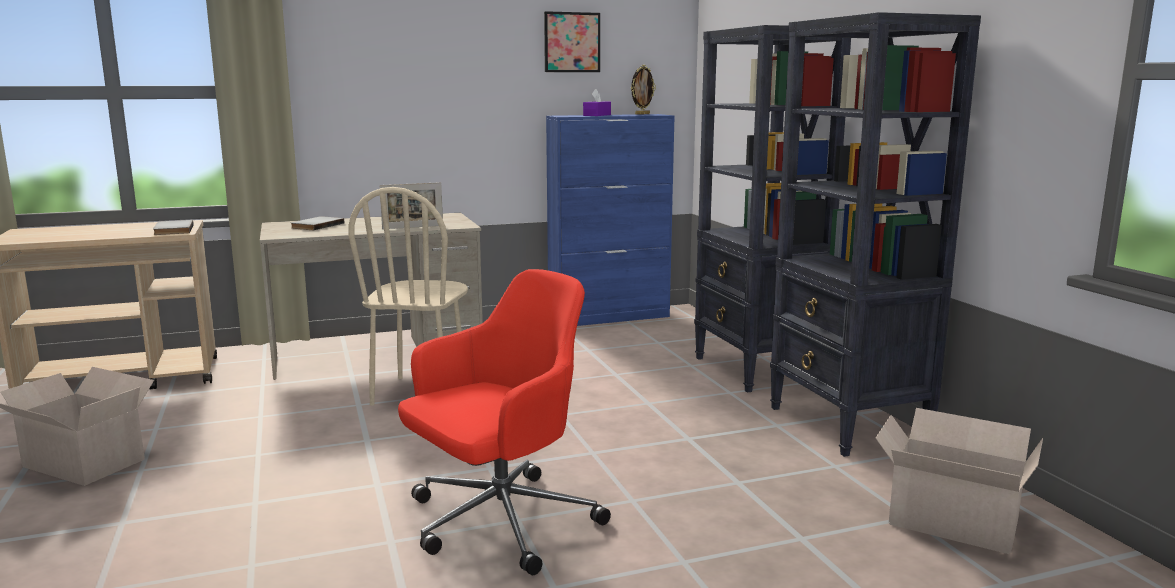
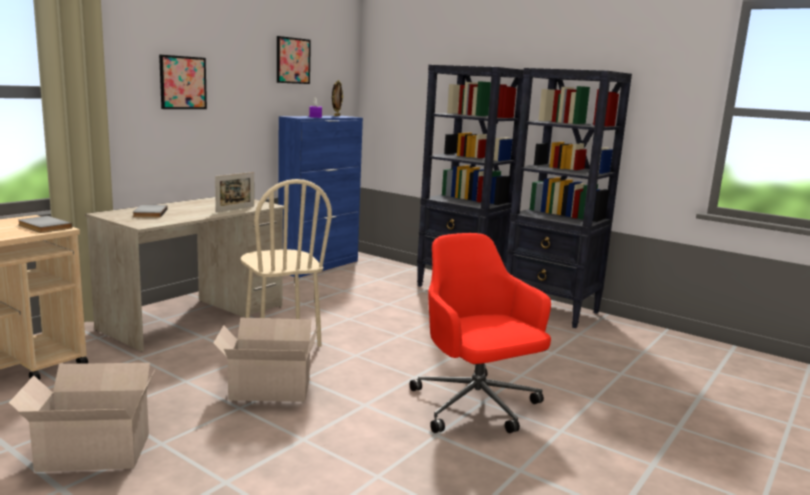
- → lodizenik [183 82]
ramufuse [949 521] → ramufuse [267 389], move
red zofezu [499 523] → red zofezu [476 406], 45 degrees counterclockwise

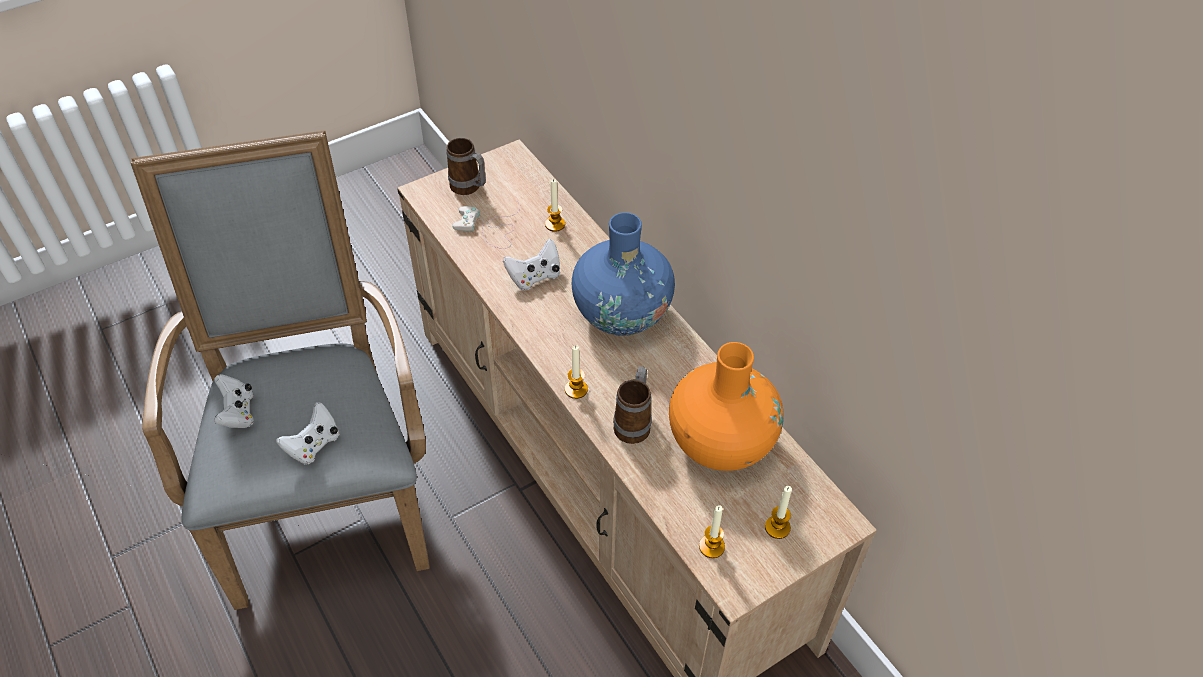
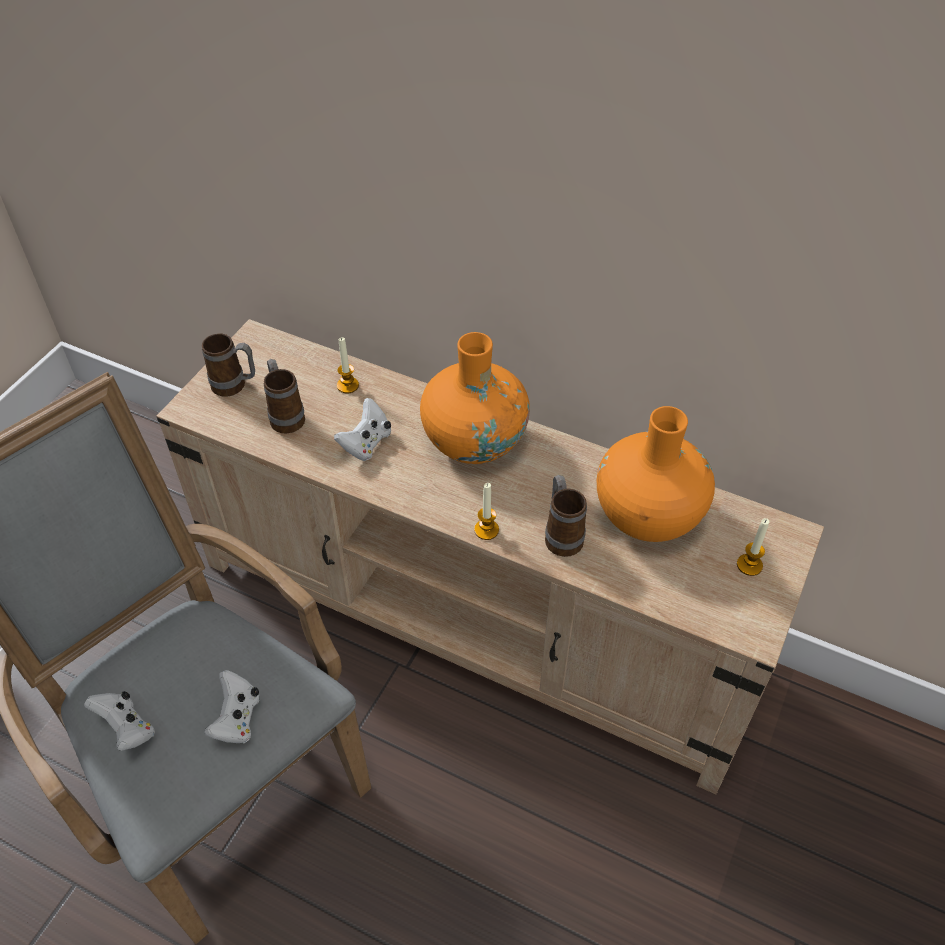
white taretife [490 228] → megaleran [285 416]
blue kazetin [622 313] → orange kazetin [474 441]
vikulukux [711 546] → -

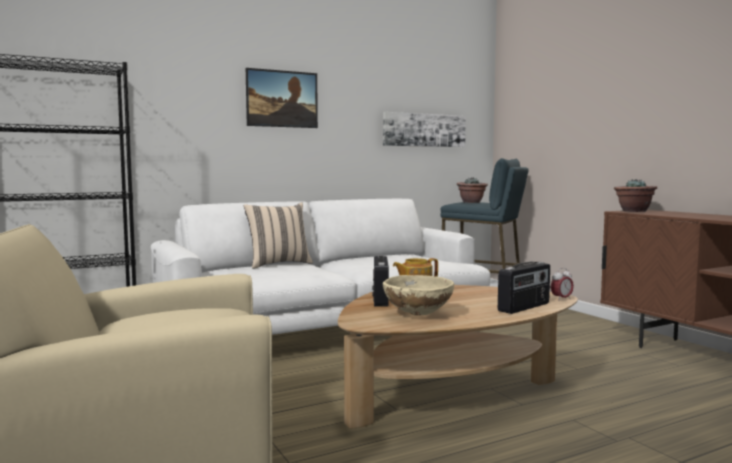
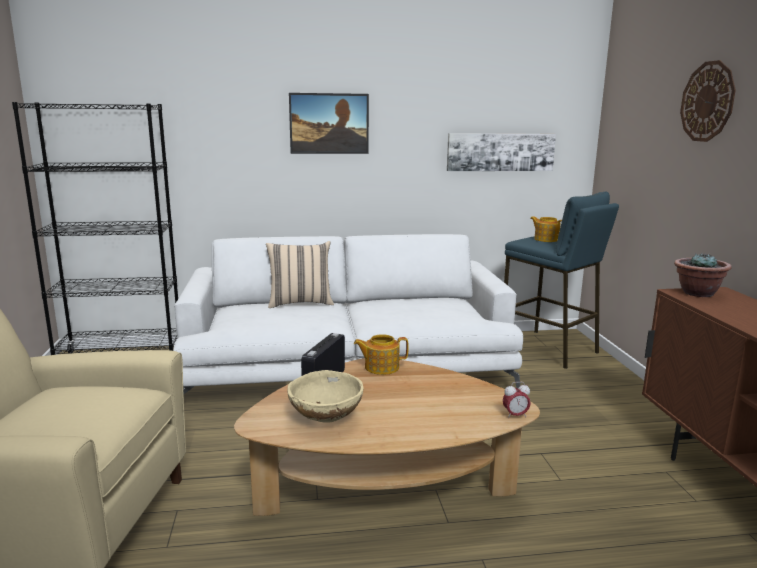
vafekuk [472 202] → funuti [546 239]
- → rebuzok [707 101]
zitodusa [524 307] → -

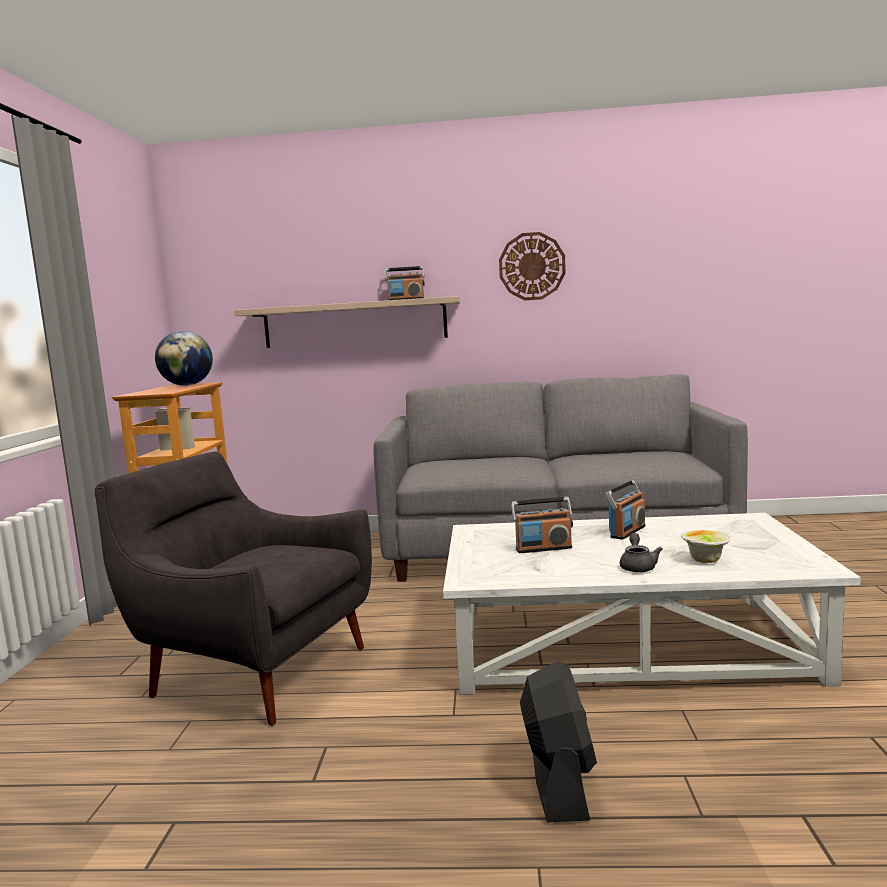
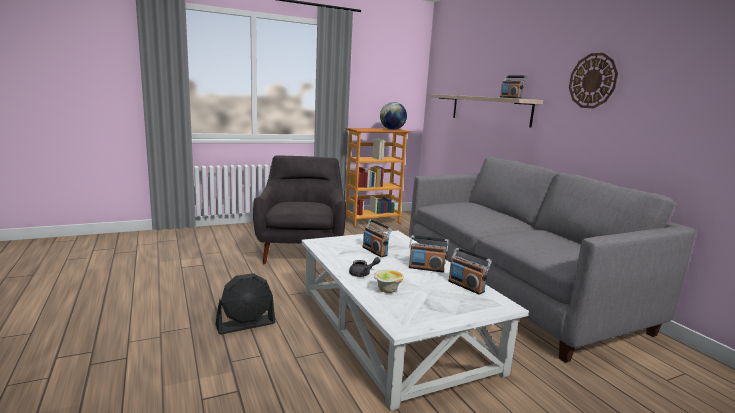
- → zitodusa [466 286]

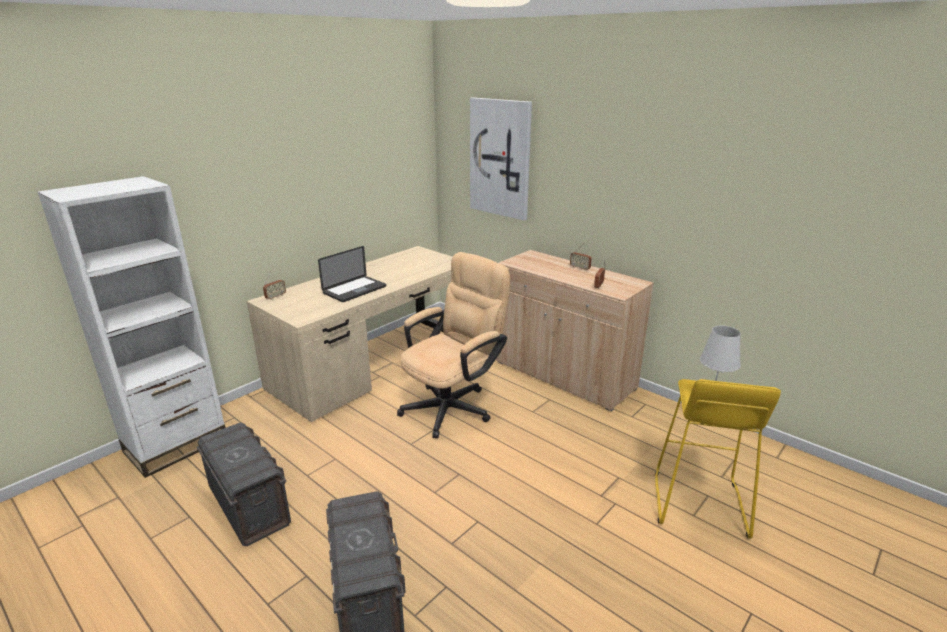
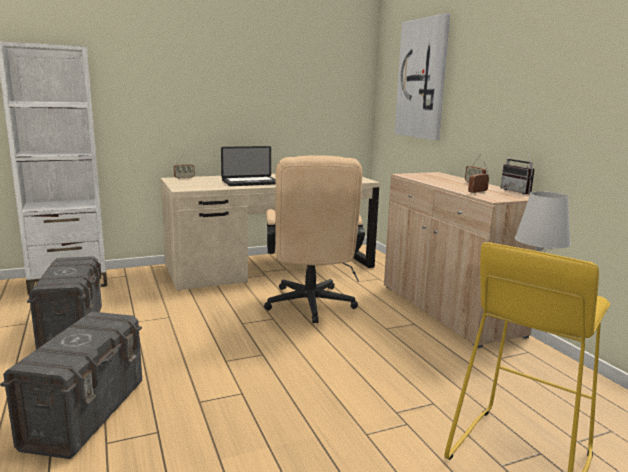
beige zofezu [454 405] → beige zofezu [310 307], 105 degrees clockwise
- → zitodusa [518 191]

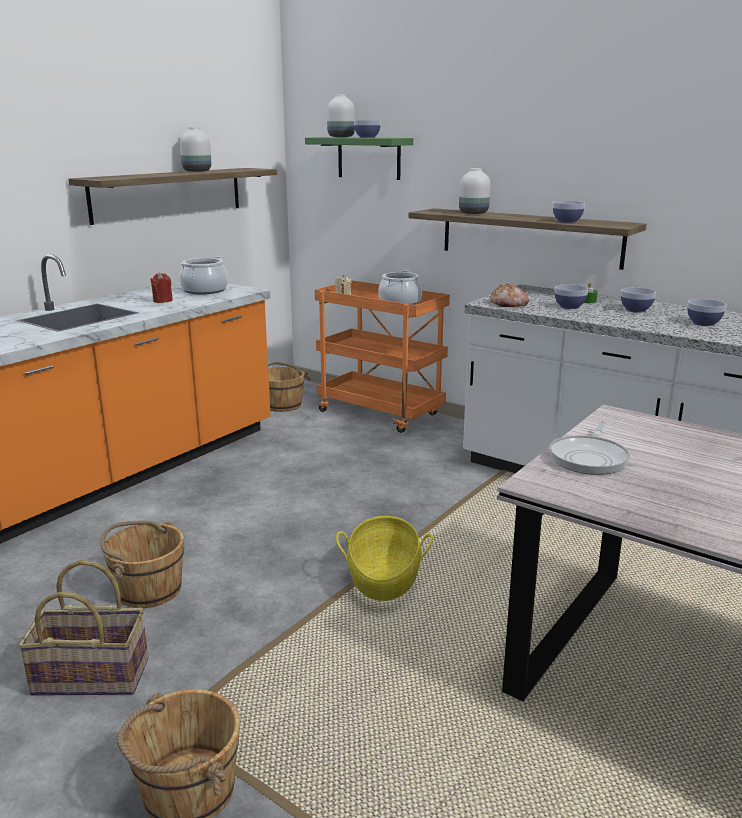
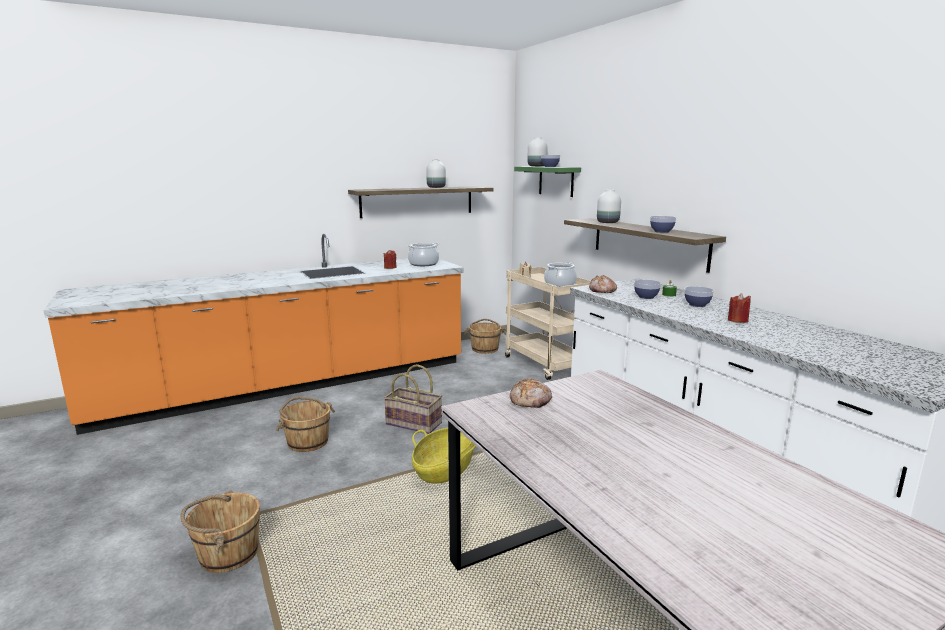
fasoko [92 675] → fasoko [414 423], move
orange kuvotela [382 413] → beige kuvotela [546 365]
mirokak [589 458] → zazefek [531 401]
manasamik [703 323] → red vikulukux [737 320]

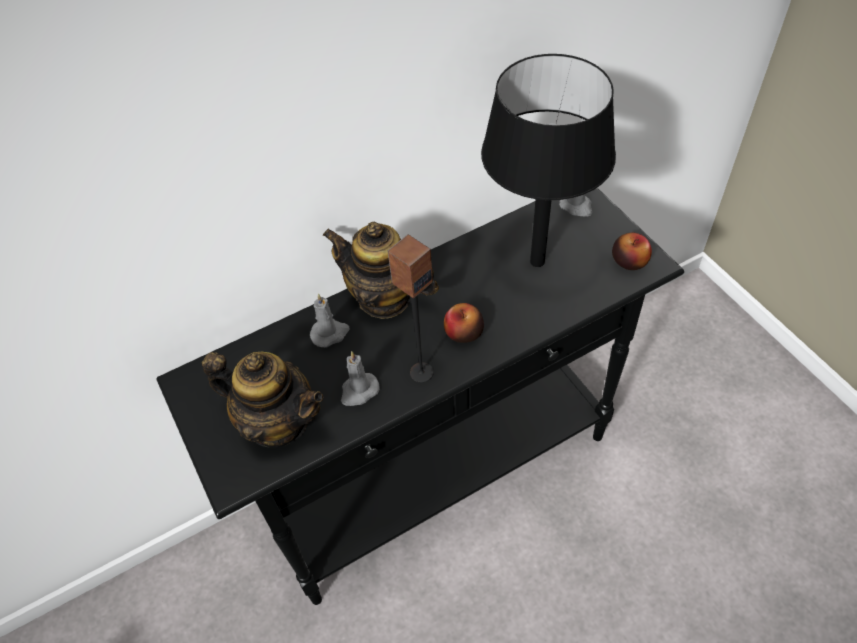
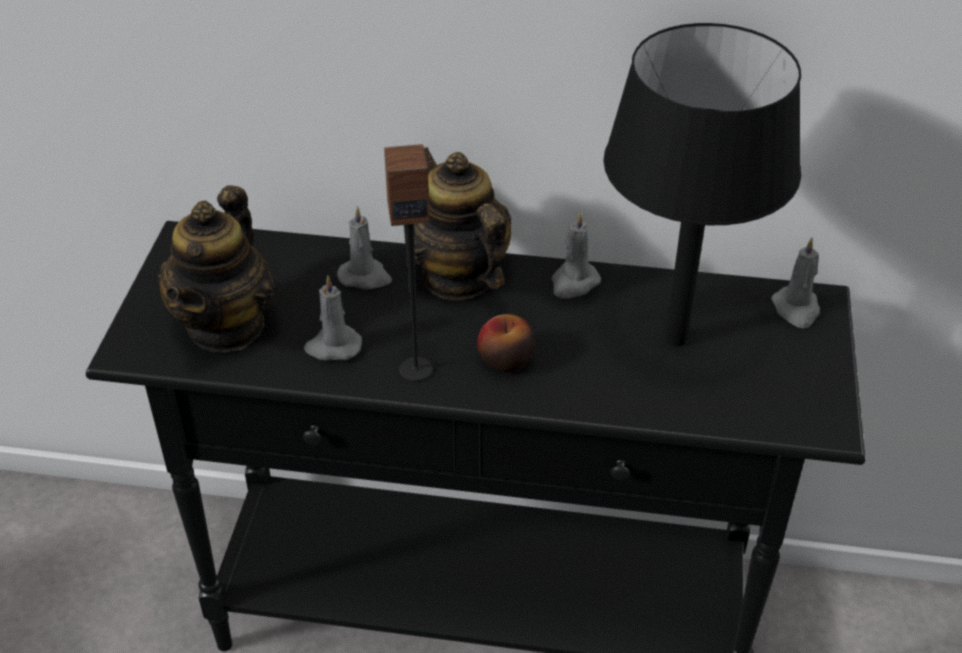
funuti [278 422] → funuti [226 326], 45 degrees clockwise
- → grey vikulukux [573 283]
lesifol [629 261] → -

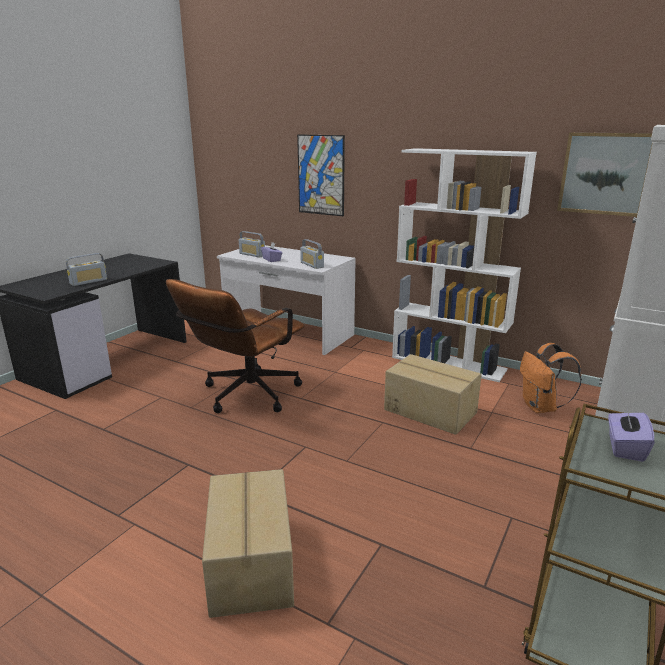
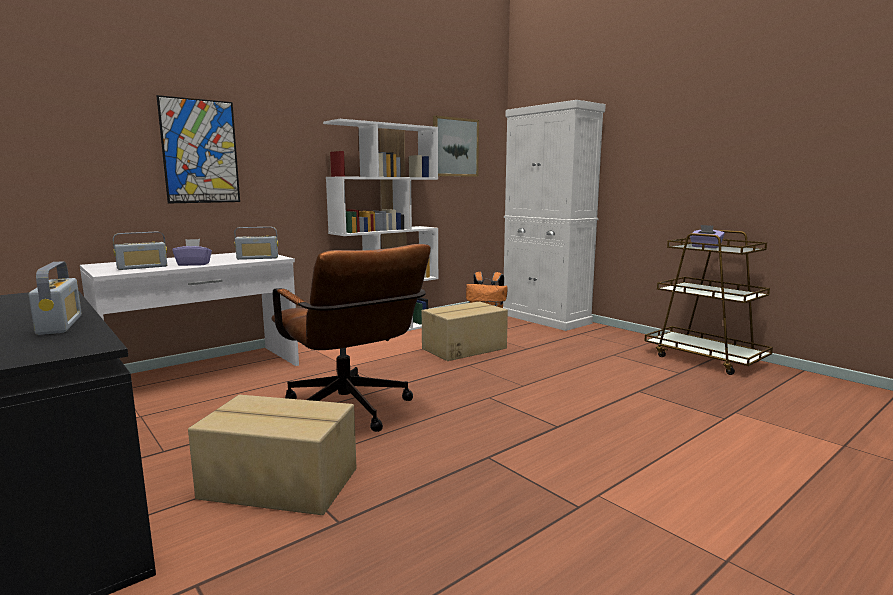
ramufuse [249 563] → ramufuse [279 484], move

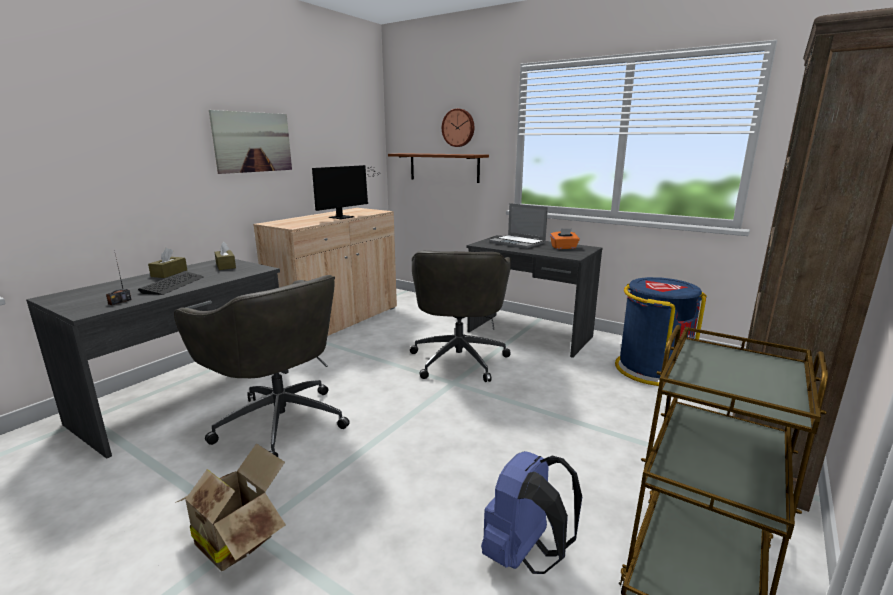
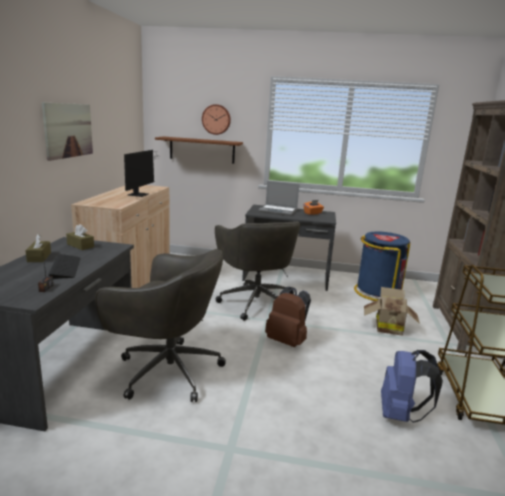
- → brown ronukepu [287 341]
ramufuse [238 537] → ramufuse [387 327], move

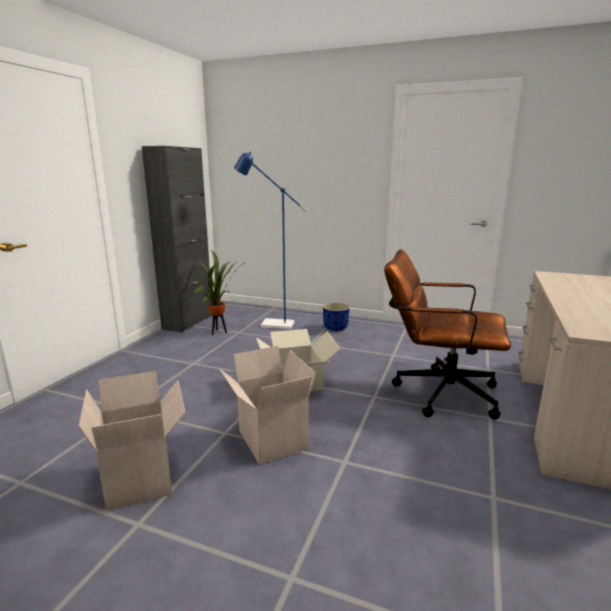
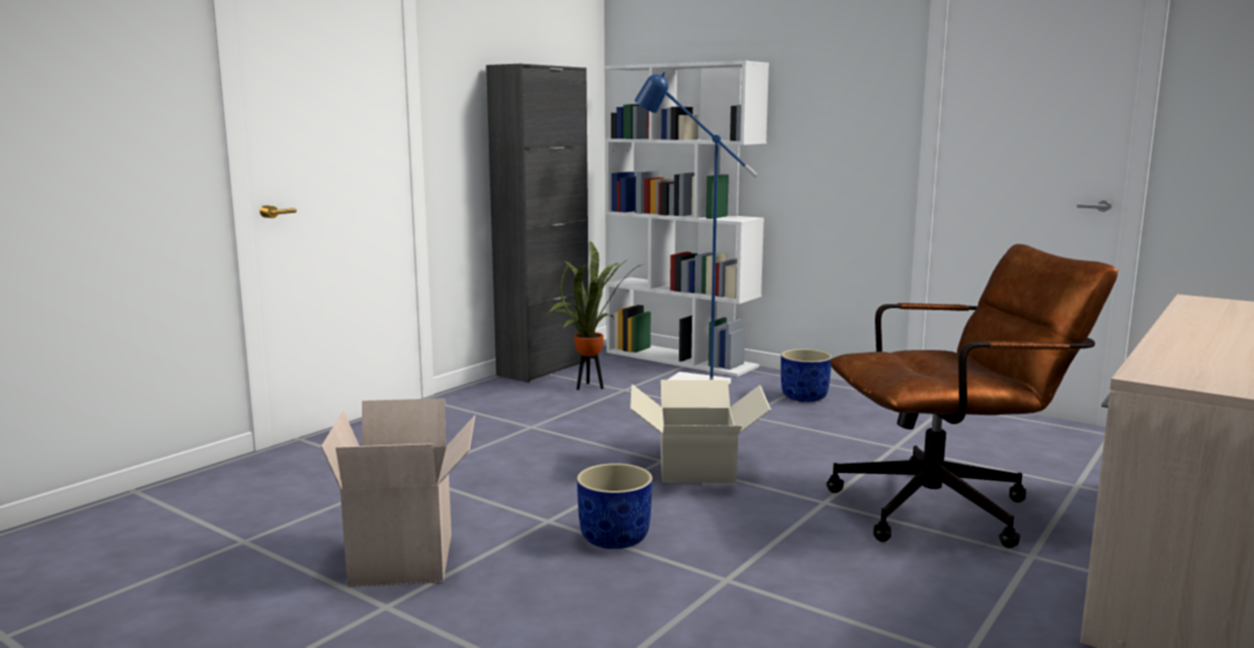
ramufuse [270 440] → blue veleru [615 538]
- → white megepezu [681 359]
brown zofezu [437 392] → brown zofezu [949 508], 135 degrees clockwise

